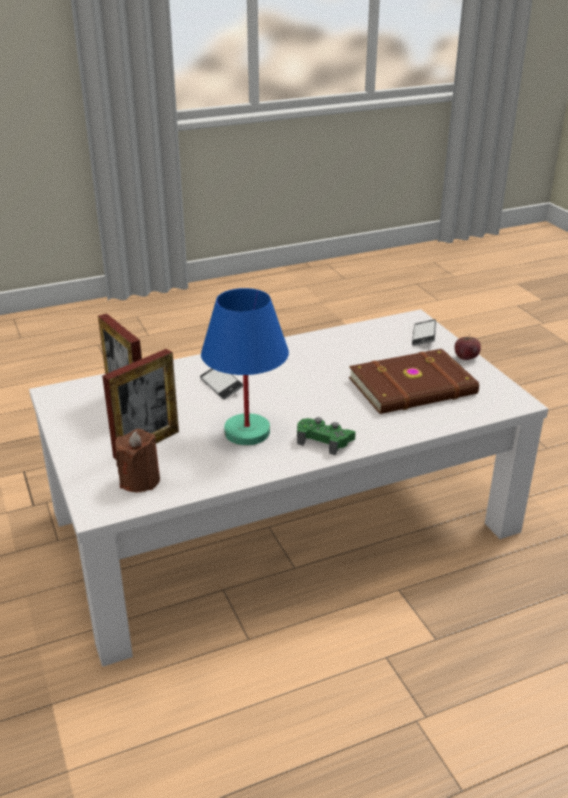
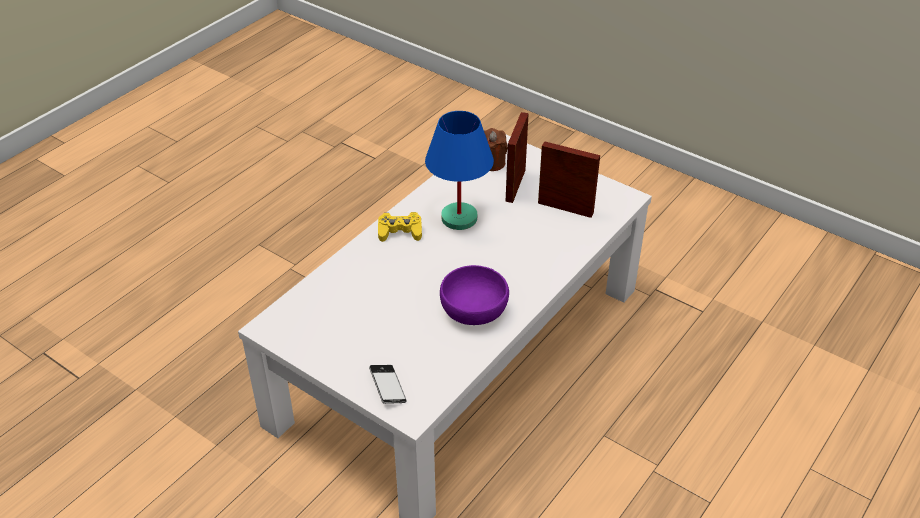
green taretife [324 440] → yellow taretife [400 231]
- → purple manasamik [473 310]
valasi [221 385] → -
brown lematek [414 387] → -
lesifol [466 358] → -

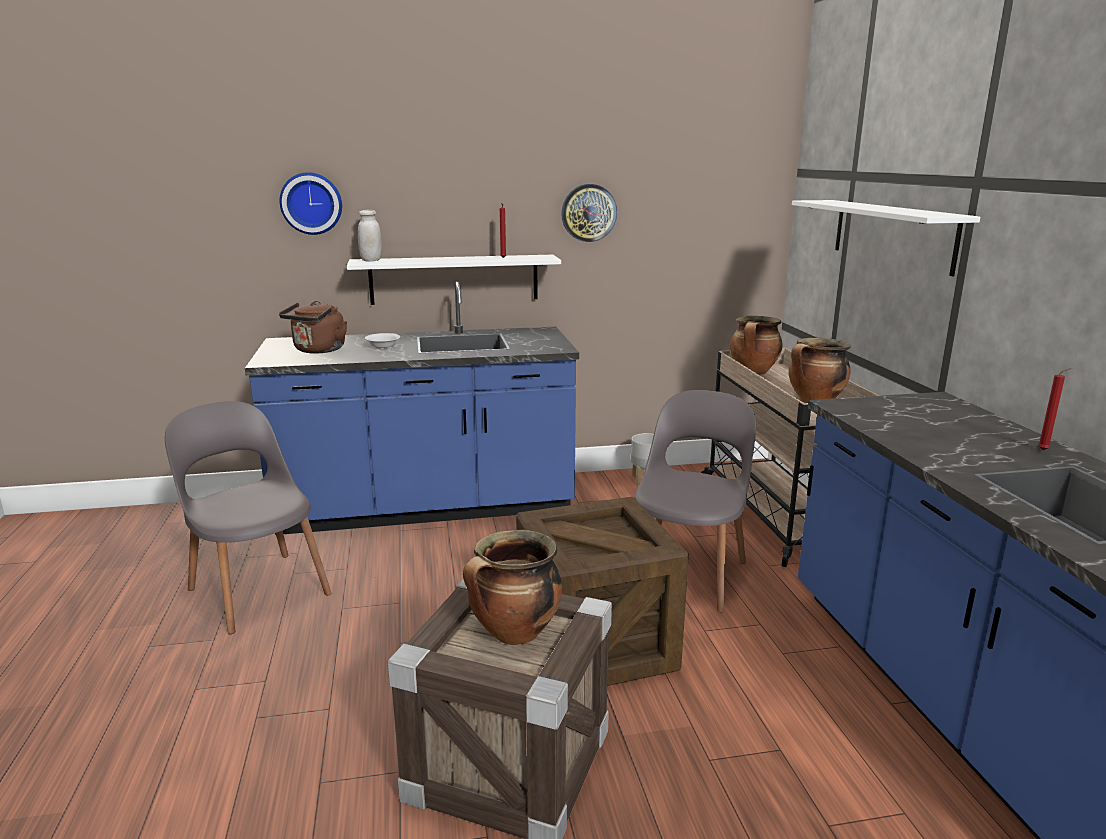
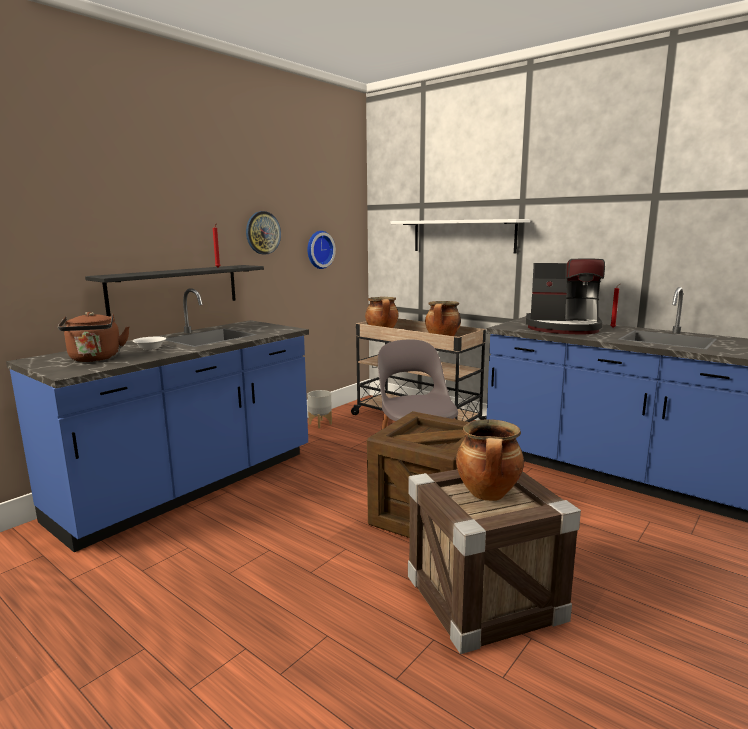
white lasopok [454 279] → black lasopok [175 289]
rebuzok [311 203] → rebuzok [318 249], move
- → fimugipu [563 328]
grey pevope [257 588] → -
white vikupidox [371 260] → -

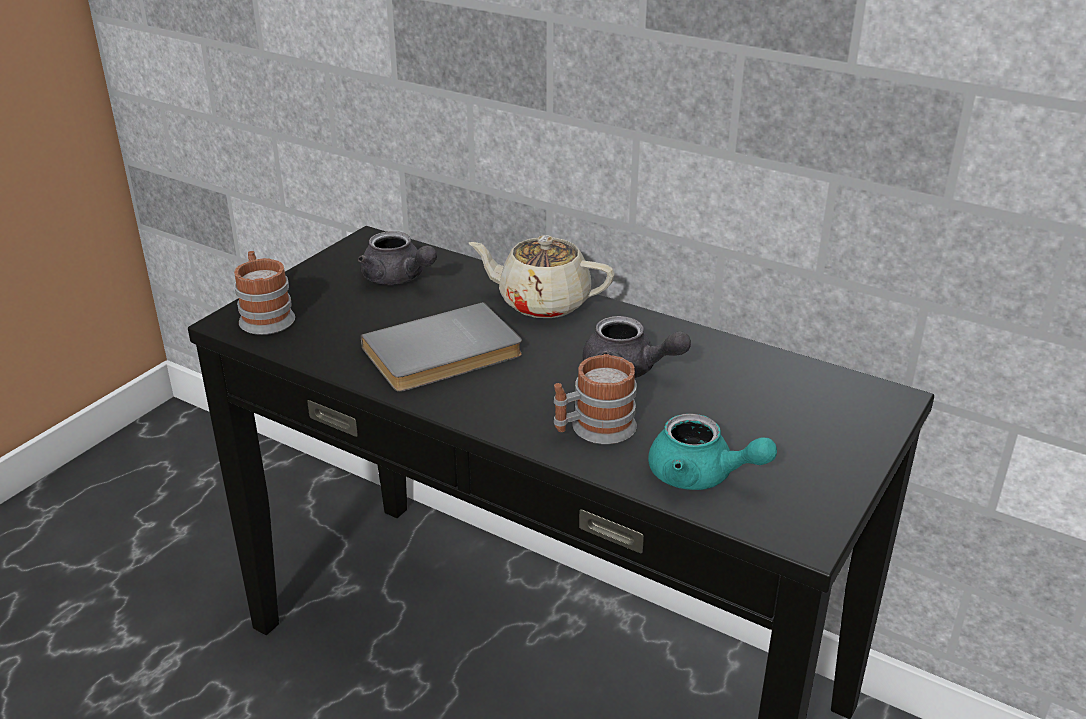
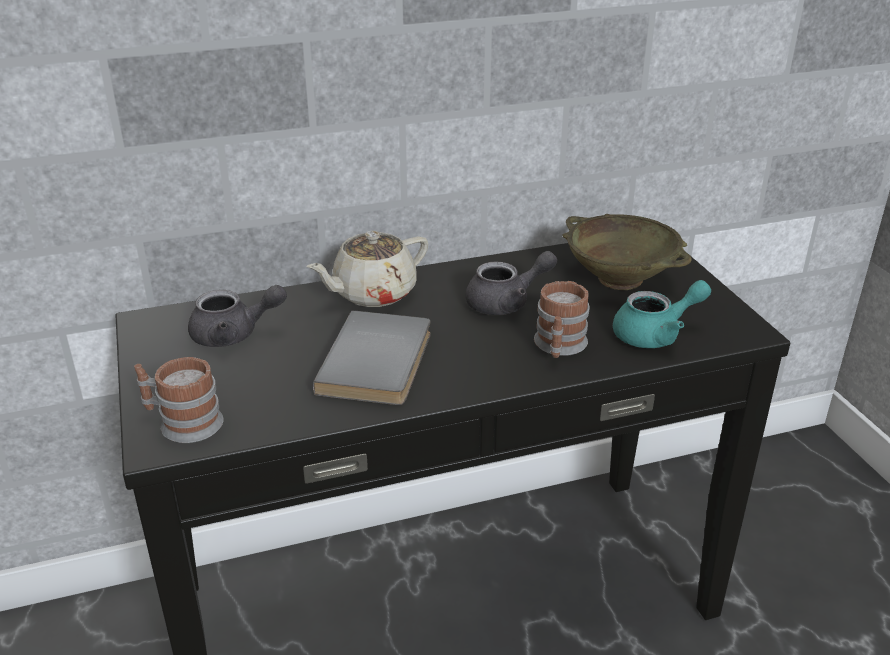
- → beige manasamik [620 279]

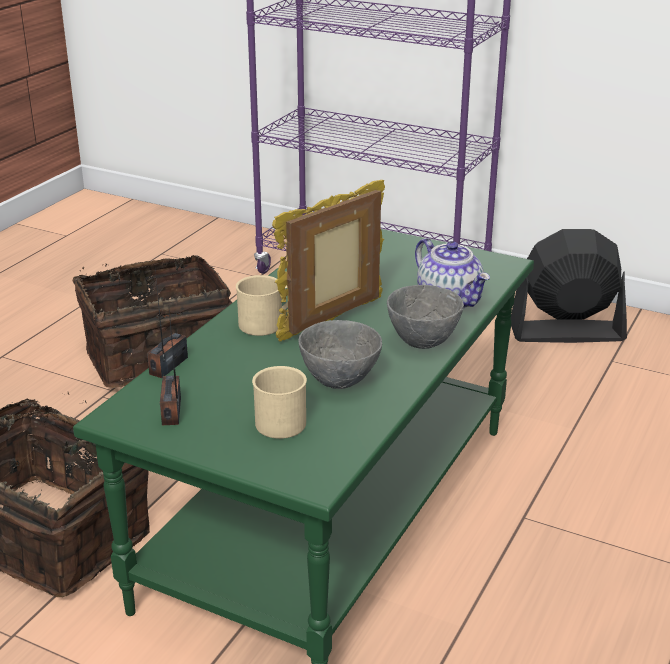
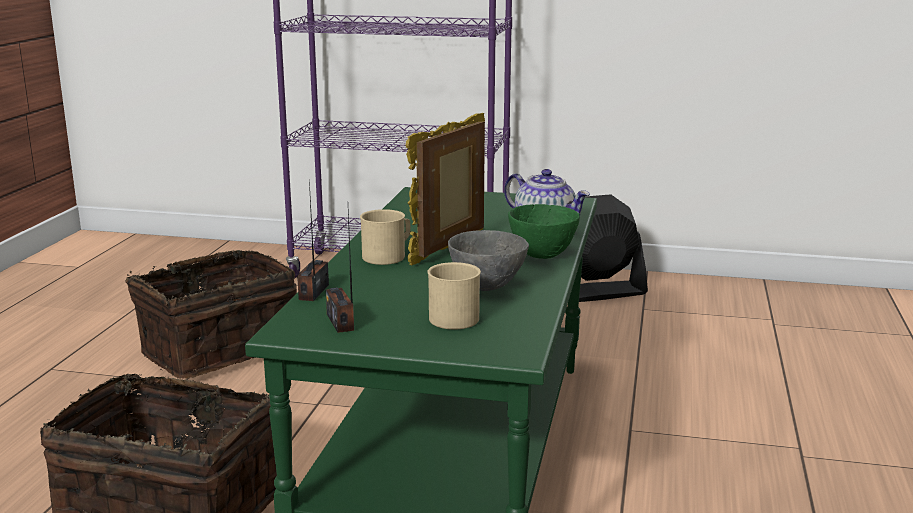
grey manasamik [421 341] → green manasamik [541 254]

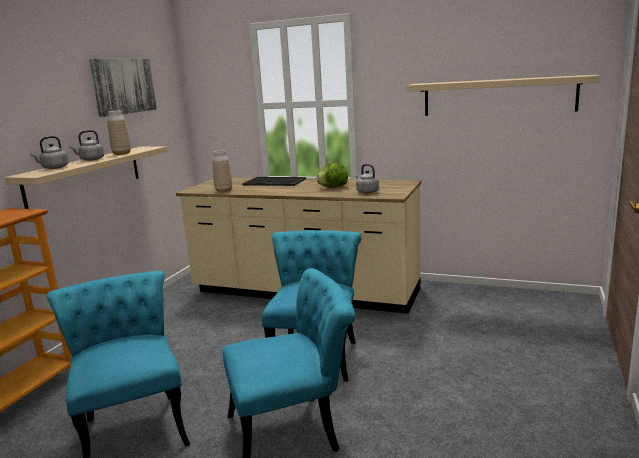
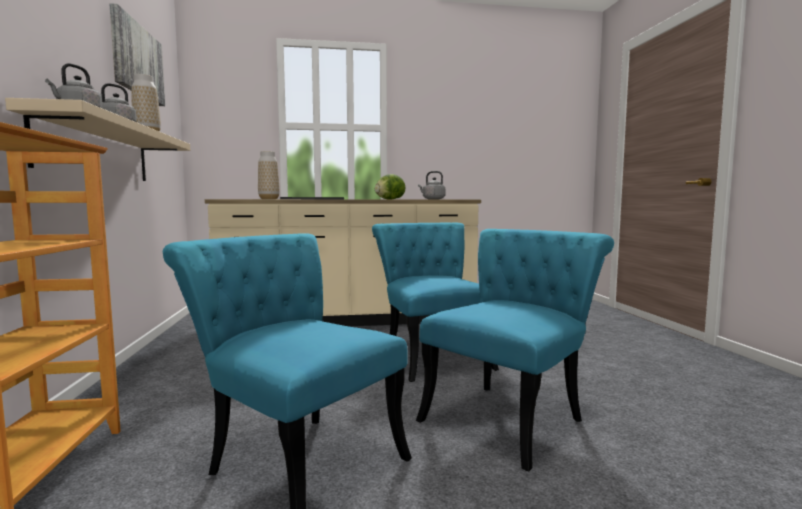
beige lasopok [498 96] → -

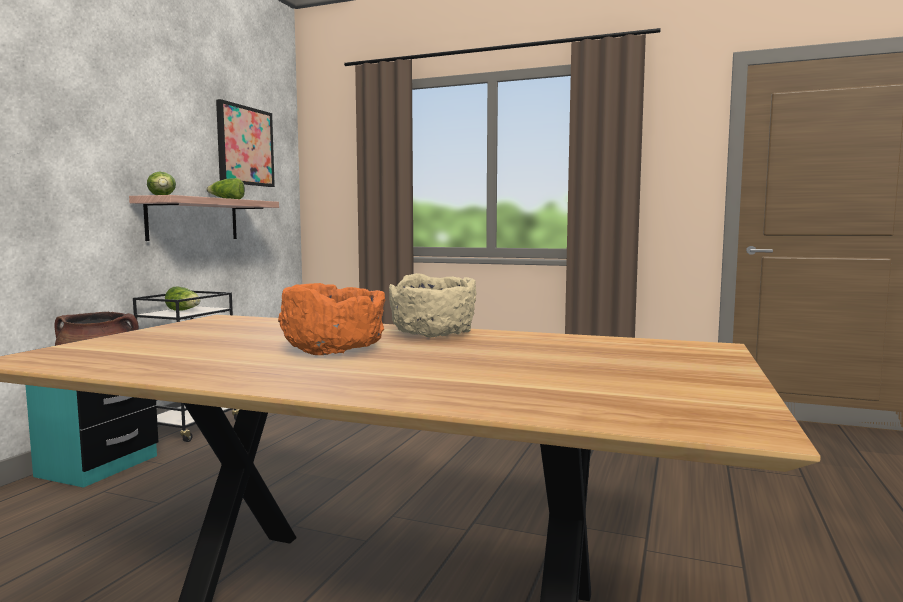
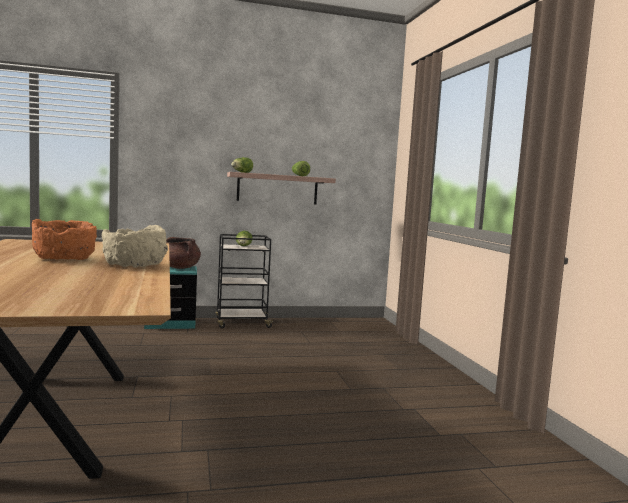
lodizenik [245 146] → -

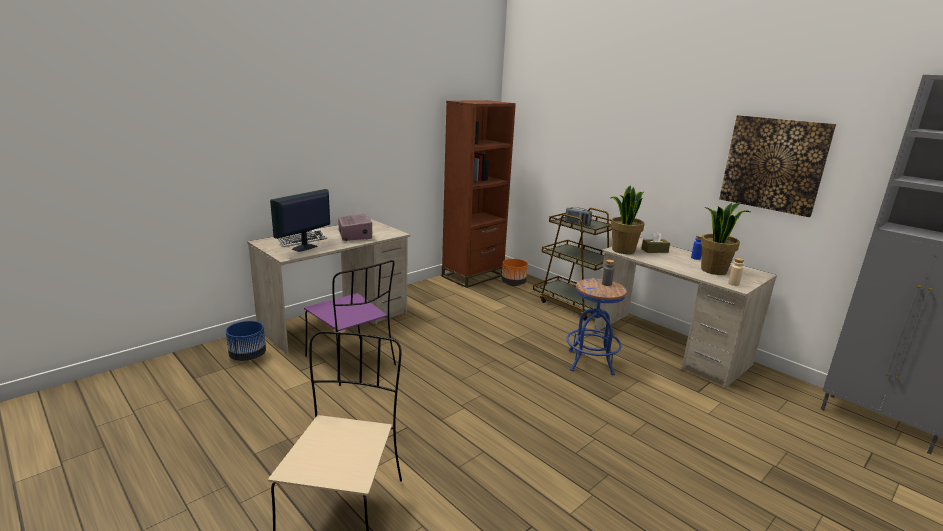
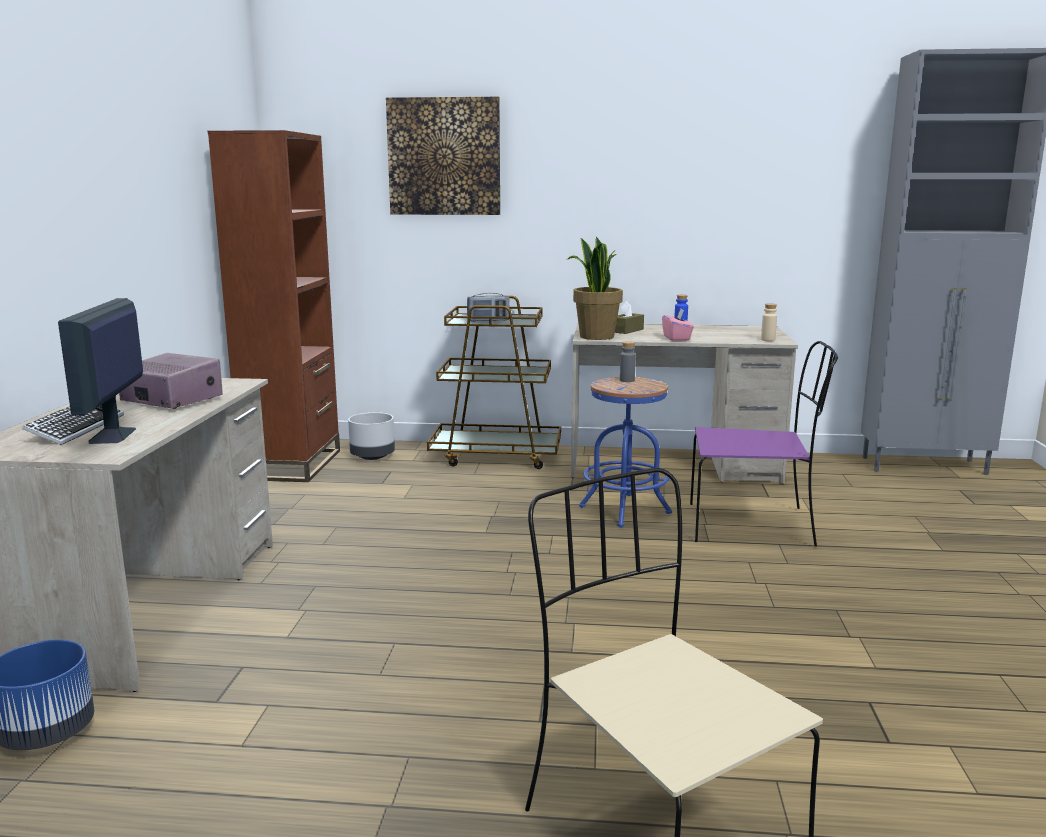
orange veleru [513 284] → grey veleru [373 457]
lodizenik [773 164] → lodizenik [444 157], move
- → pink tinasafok [677 338]
purple pevope [352 362] → purple pevope [753 525], move
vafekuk [713 270] → -

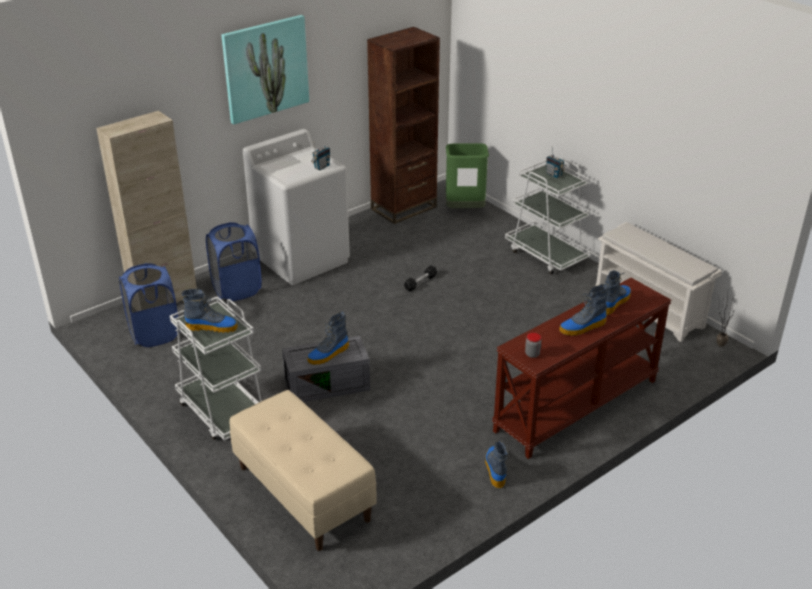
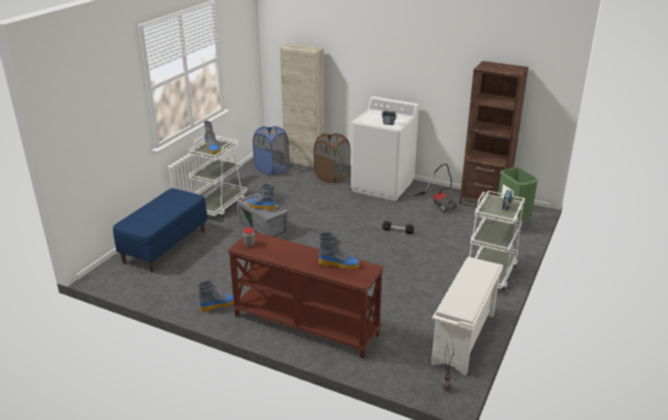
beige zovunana [302 493] → blue zovunana [165 246]
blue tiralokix [237 289] → brown tiralokix [332 177]
- → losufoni [439 203]
lodizenik [265 68] → -
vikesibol [582 327] → -

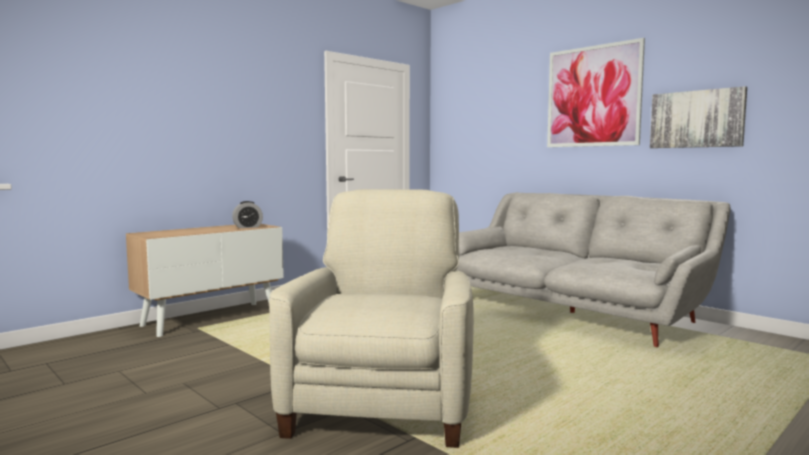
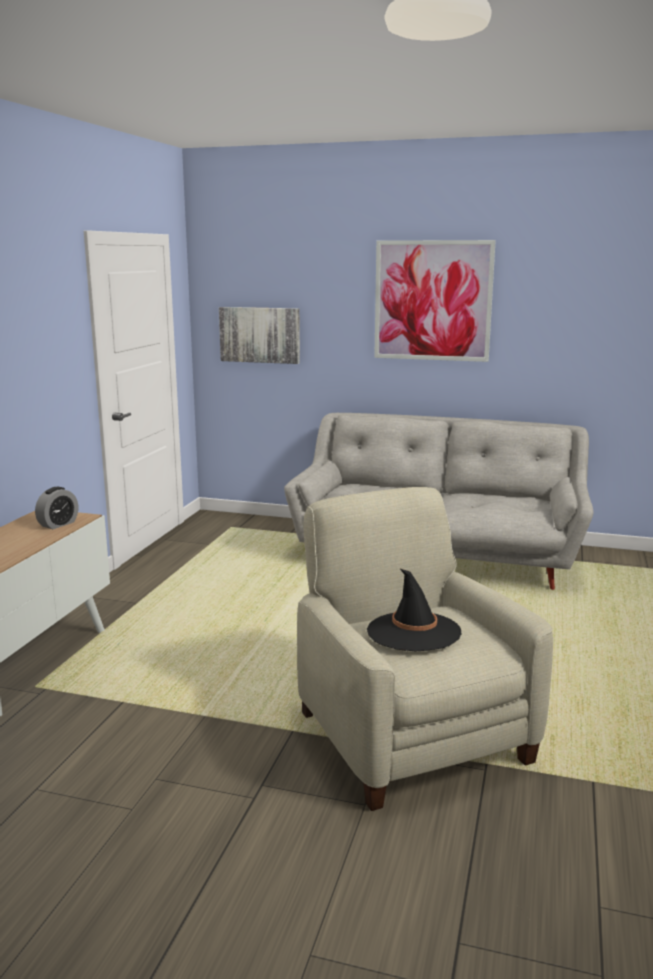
lodizenik [696 119] → lodizenik [260 335], move
- → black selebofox [413 632]

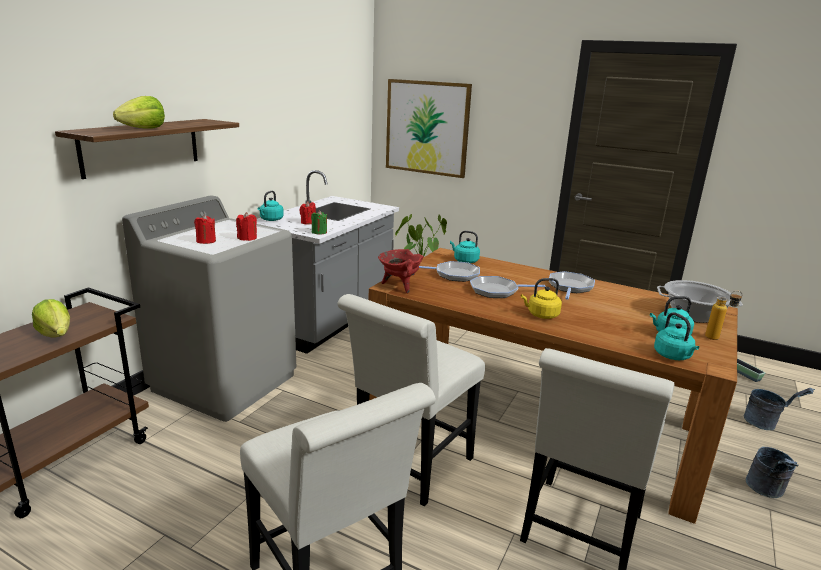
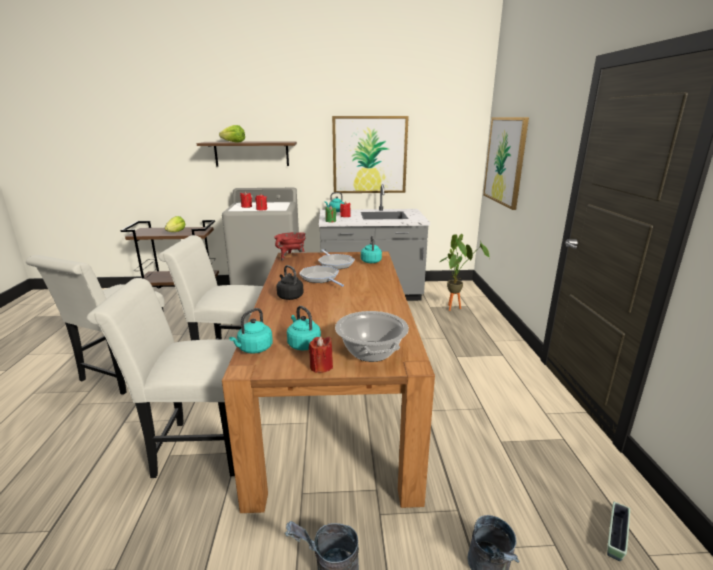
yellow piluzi [541 315] → black piluzi [289 296]
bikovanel [717 338] → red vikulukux [321 367]
- → lodizenik [369 155]
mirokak [570 287] → -

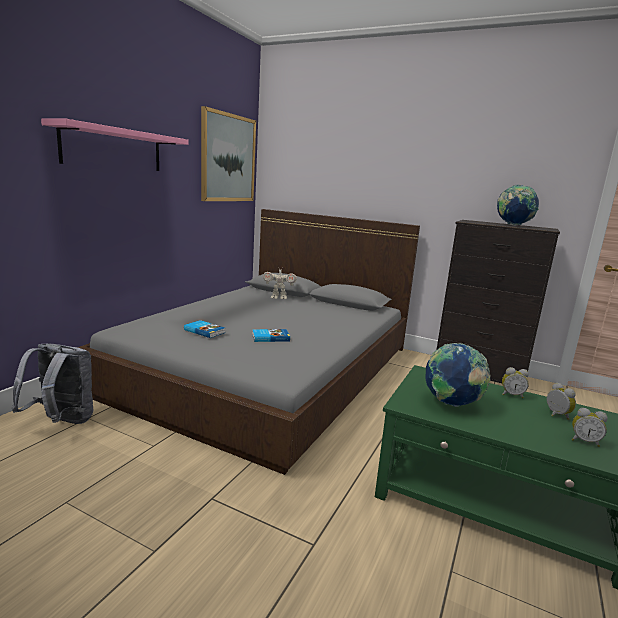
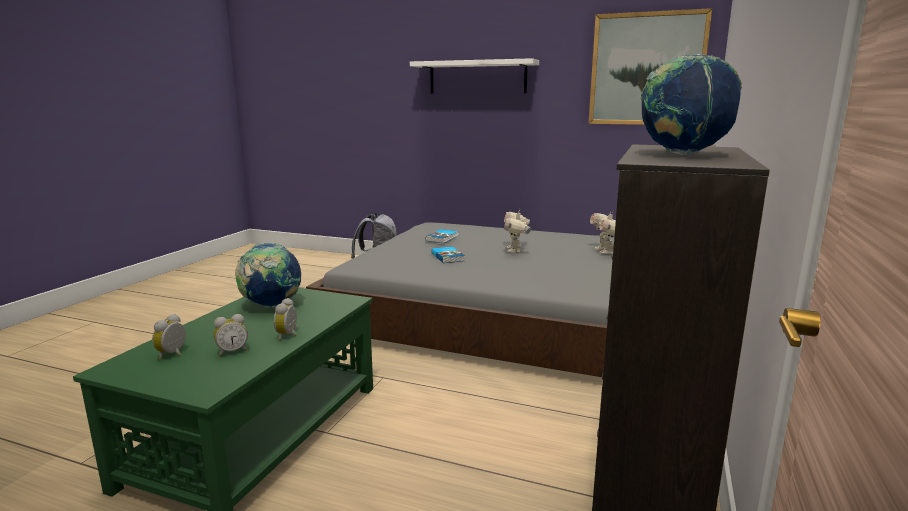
pink lasopok [113 149] → white lasopok [477 77]
- → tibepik [515 250]

